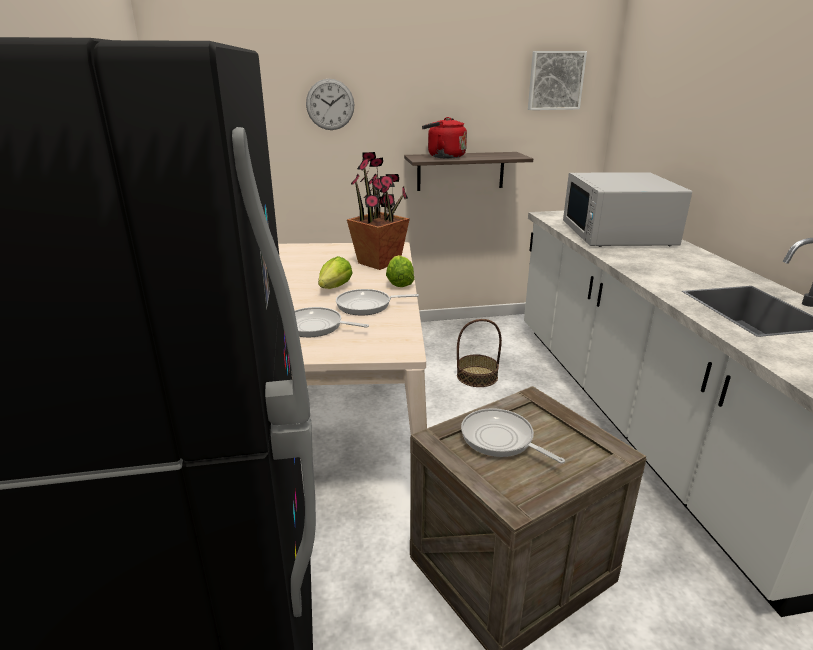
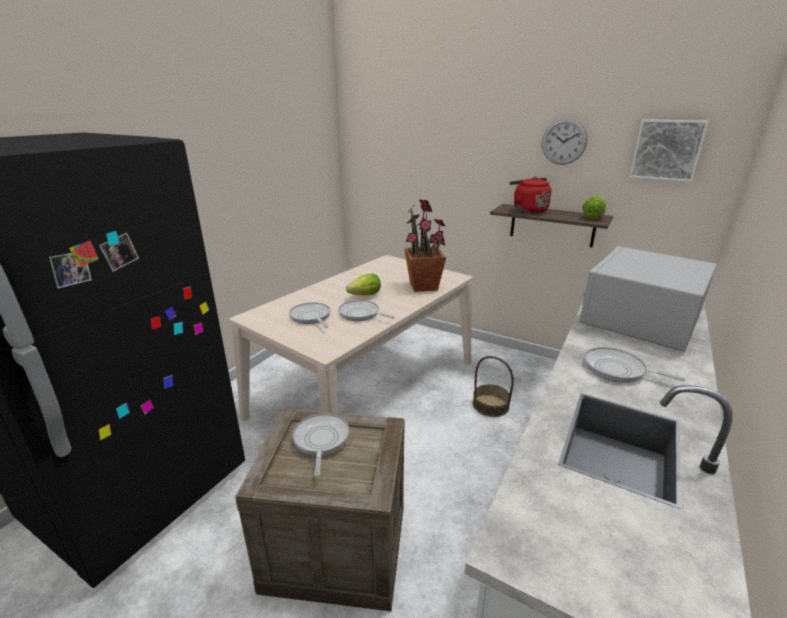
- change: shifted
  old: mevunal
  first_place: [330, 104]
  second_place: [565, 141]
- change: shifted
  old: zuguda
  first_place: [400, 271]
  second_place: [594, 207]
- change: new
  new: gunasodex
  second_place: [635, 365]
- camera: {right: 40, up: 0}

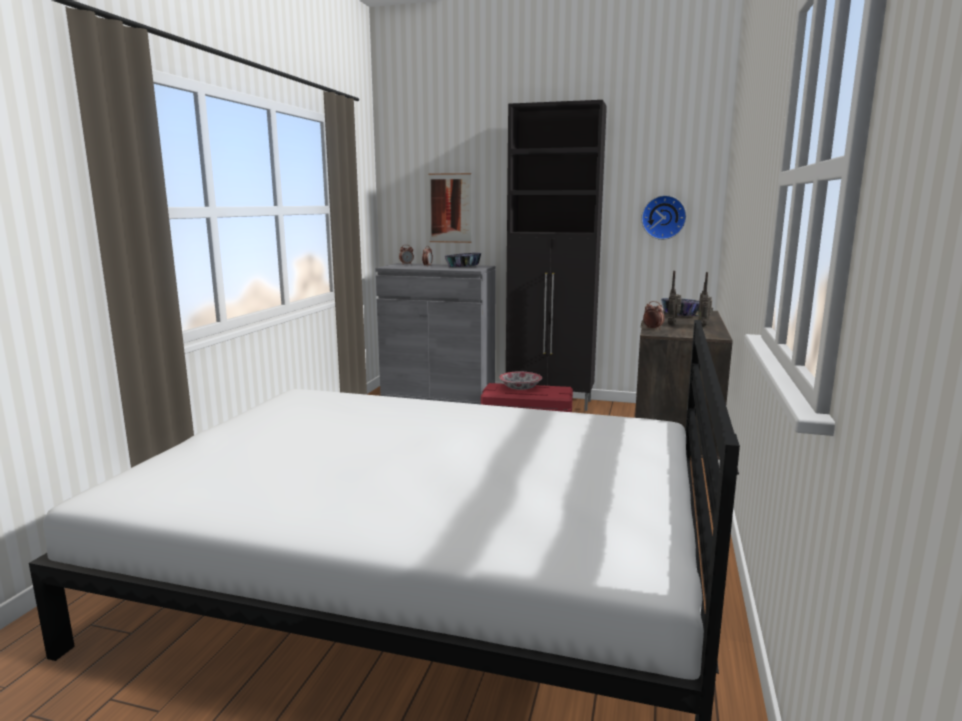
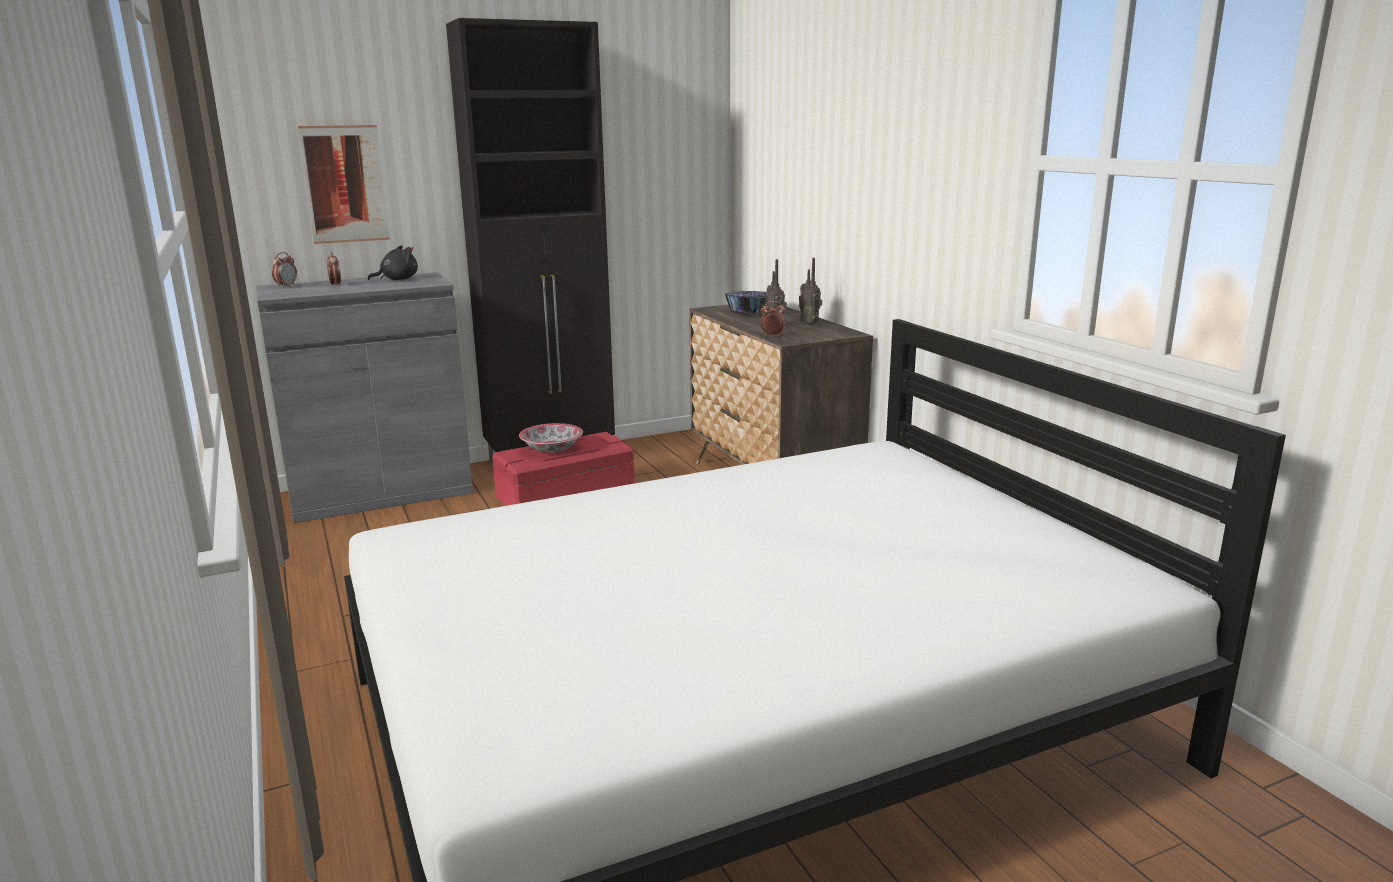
- change: swapped
  old: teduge
  new: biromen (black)
  first_place: [463, 260]
  second_place: [393, 262]
- change: gone
  old: mevunal
  first_place: [664, 217]
- camera: {right: -40, up: 5}

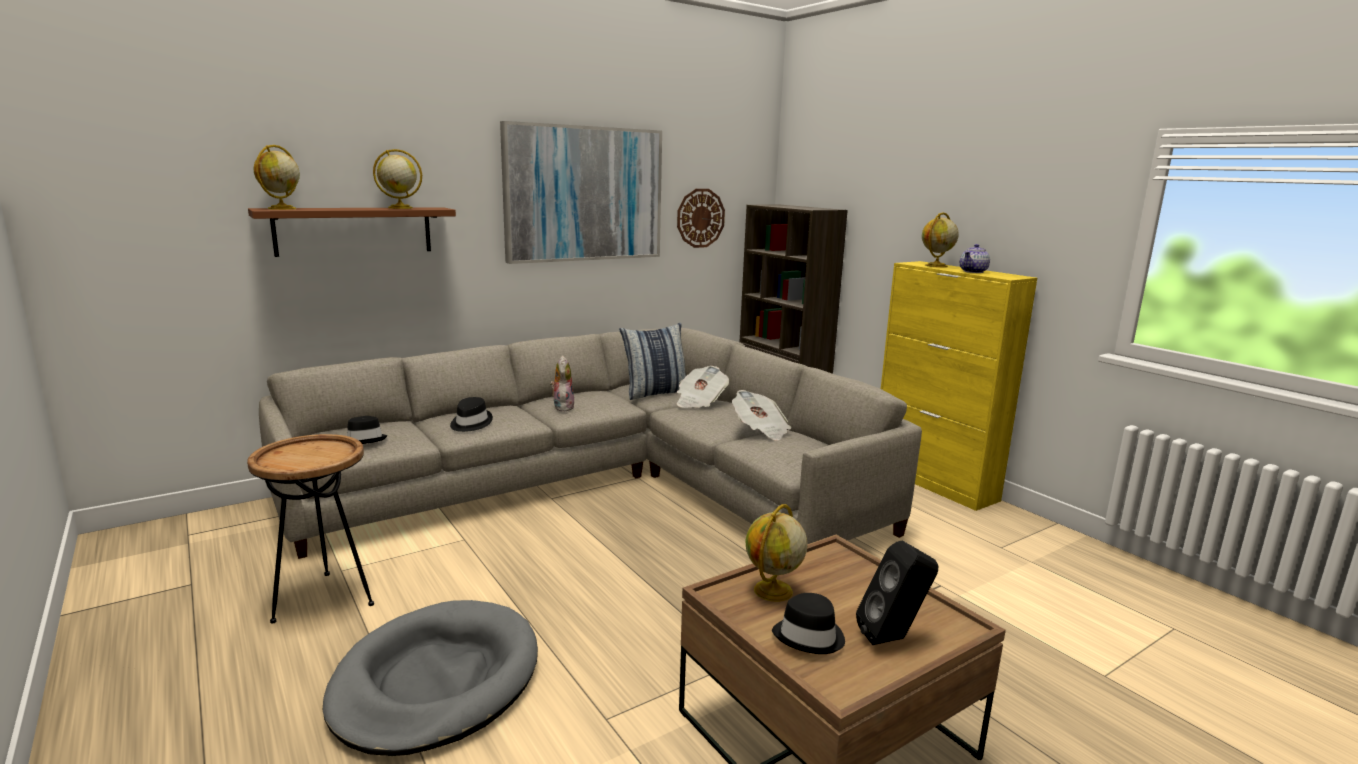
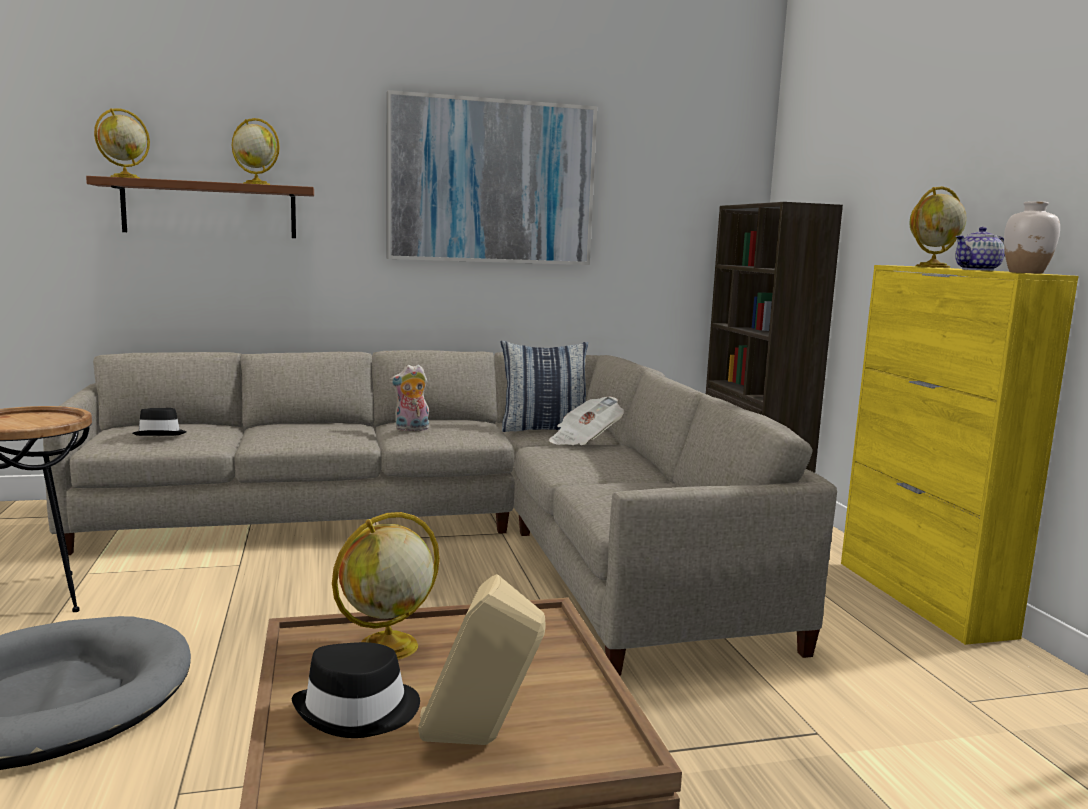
- change: gone
  old: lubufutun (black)
  first_place: [471, 414]
- change: rotated
  old: biromen
  first_place: [562, 383]
  second_place: [409, 398]
  degrees: -120
- change: gone
  old: mevunal
  first_place: [701, 218]
- change: gone
  old: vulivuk
  first_place: [761, 415]
- change: repainted
  old: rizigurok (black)
  new: rizigurok (beige)
  first_place: [897, 593]
  second_place: [482, 659]
- change: new
  new: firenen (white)
  second_place: [1032, 238]
- camera: {right: 20, up: -5}

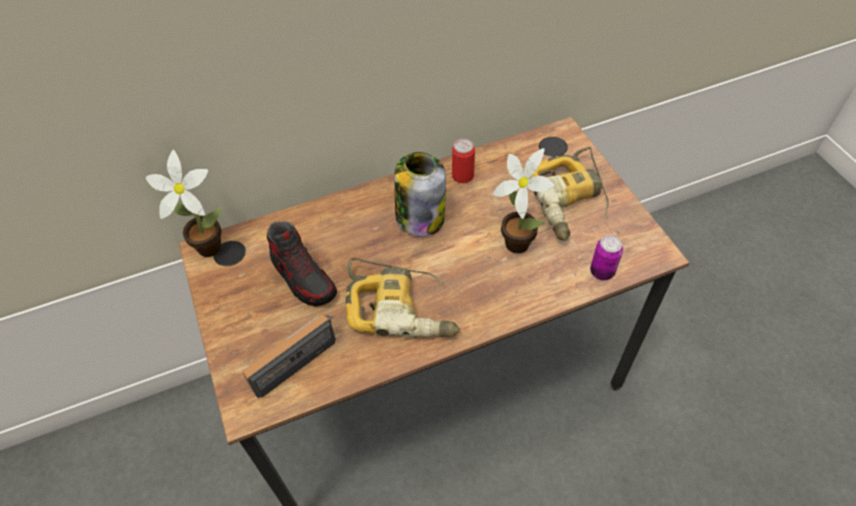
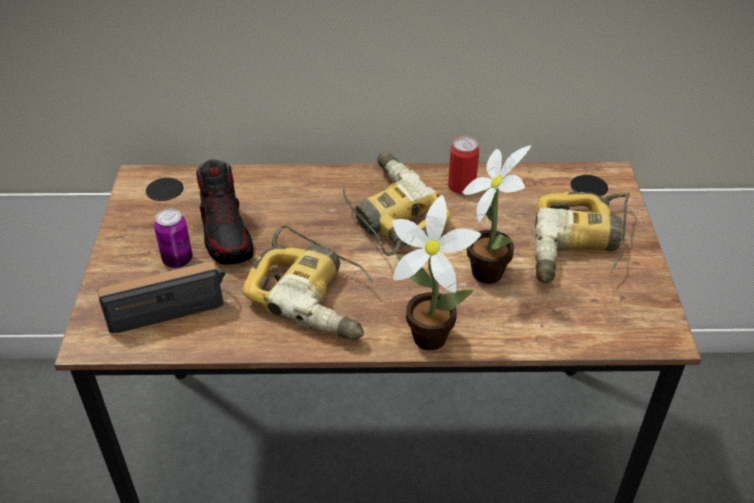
- change: shifted
  old: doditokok
  first_place: [184, 203]
  second_place: [436, 272]
- change: swapped
  old: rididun
  new: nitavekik
  first_place: [420, 194]
  second_place: [396, 204]
- change: shifted
  old: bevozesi
  first_place: [606, 257]
  second_place: [173, 238]
- camera: {right: 20, up: -10}

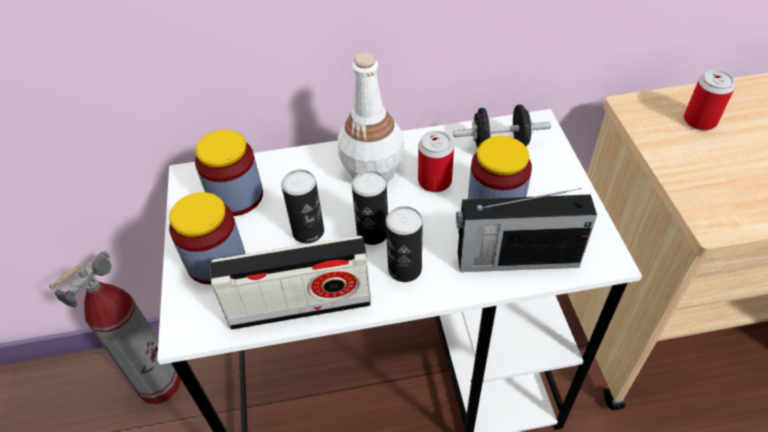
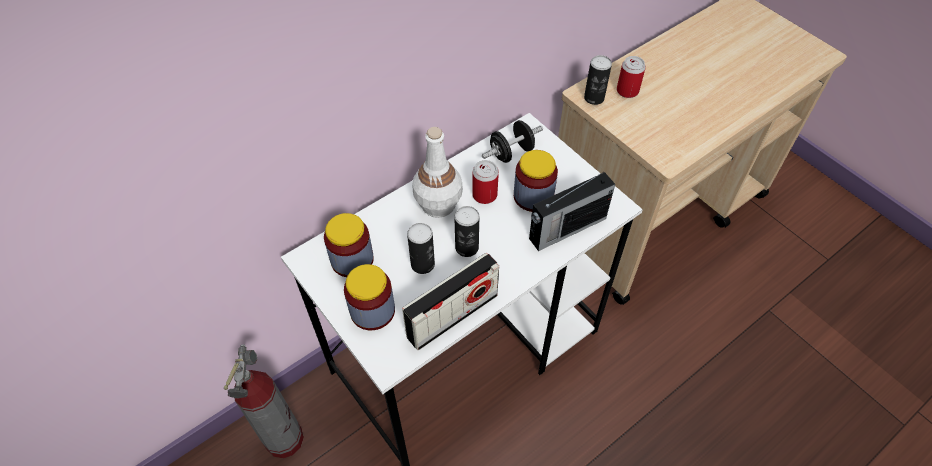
- change: shifted
  old: bevozesi
  first_place: [404, 244]
  second_place: [598, 80]
- camera: {right: -30, up: 5}

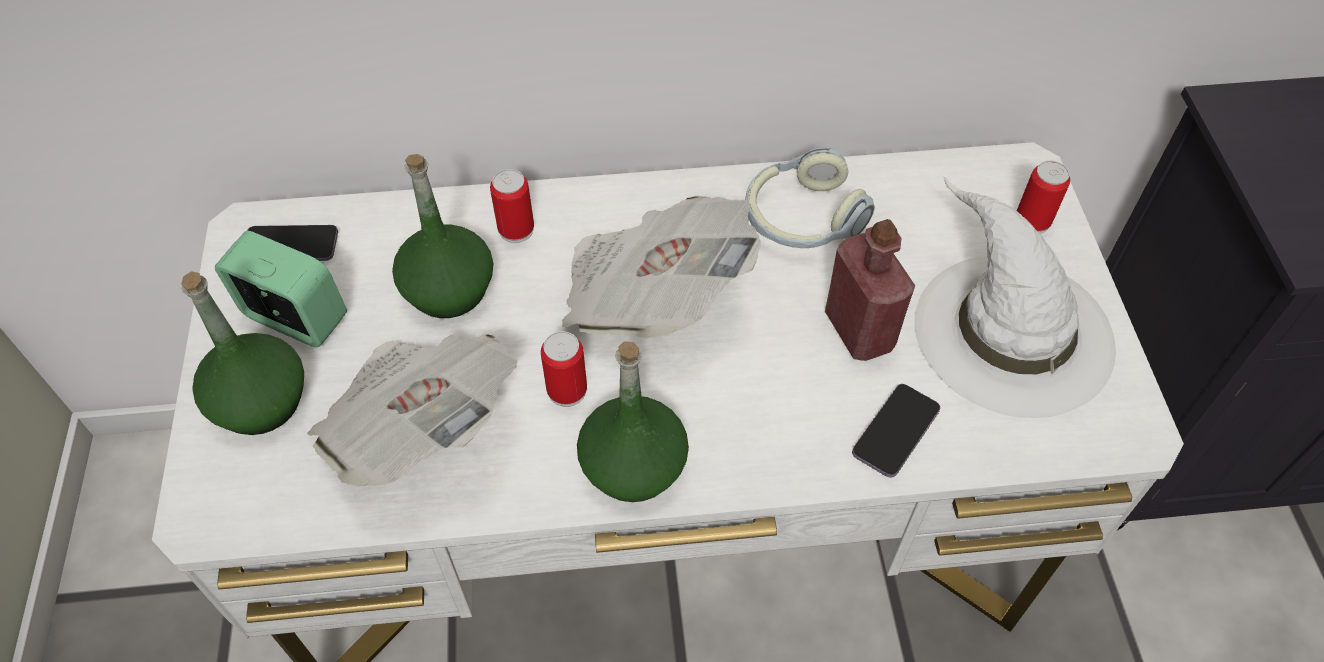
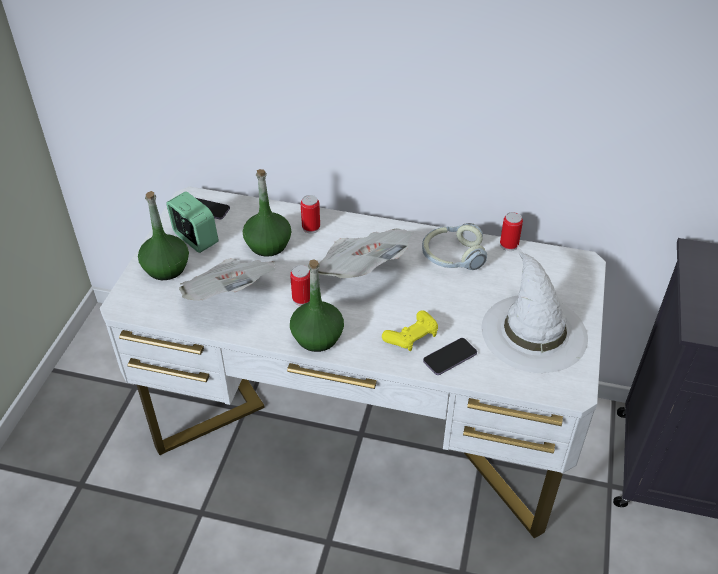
- change: gone
  old: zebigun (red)
  first_place: [870, 290]
- change: shifted
  old: bevozesi
  first_place: [1043, 197]
  second_place: [511, 231]
- change: new
  new: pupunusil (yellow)
  second_place: [410, 330]
- camera: {right: 20, up: -10}

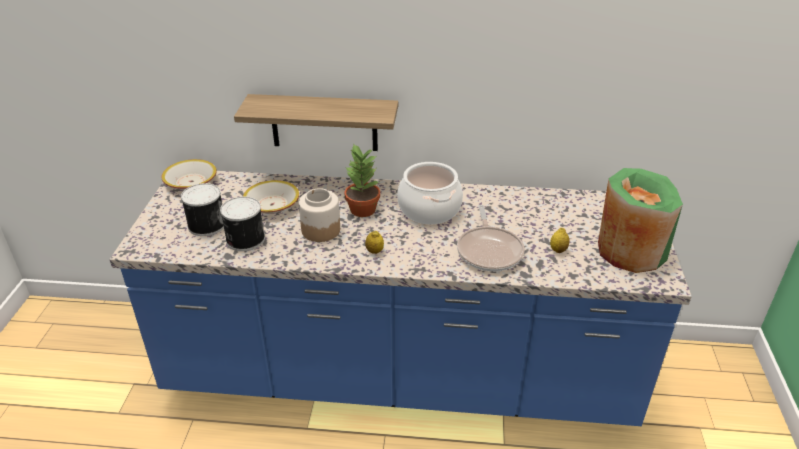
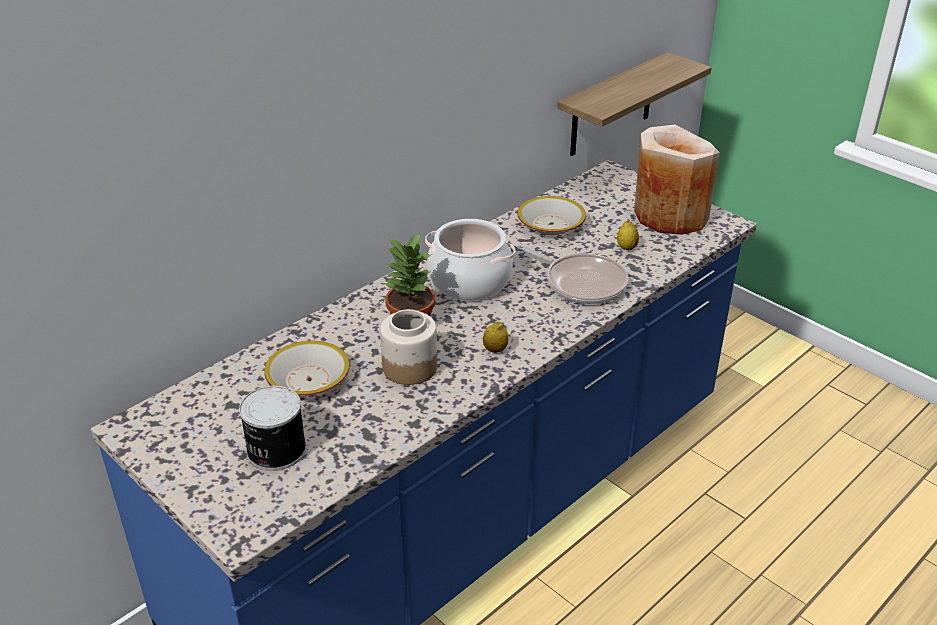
- change: shifted
  old: teduge
  first_place: [189, 174]
  second_place: [551, 215]
- change: gone
  old: bevozesi
  first_place: [242, 224]
- change: shifted
  old: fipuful
  first_place: [316, 122]
  second_place: [634, 104]
- change: repainted
  old: firenen (green)
  new: firenen (beige)
  first_place: [640, 220]
  second_place: [677, 179]
- camera: {right: -50, up: 0}

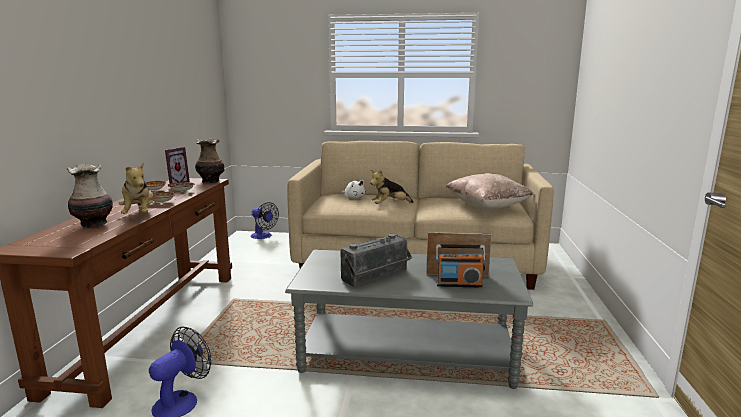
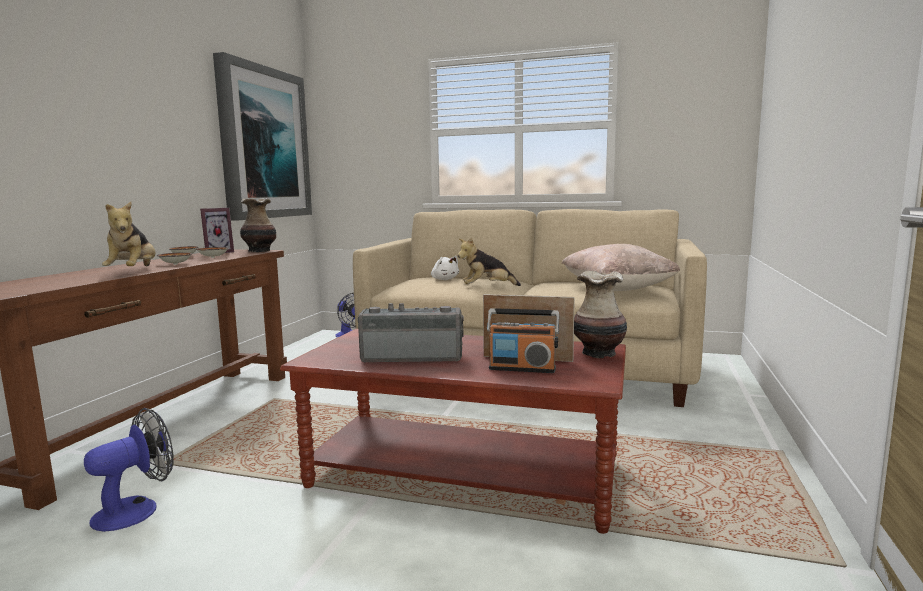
- change: shifted
  old: firenen
  first_place: [90, 196]
  second_place: [600, 315]
- change: repainted
  old: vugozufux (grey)
  new: vugozufux (brown)
  first_place: [409, 319]
  second_place: [453, 431]
- change: rotated
  old: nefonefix
  first_place: [376, 260]
  second_place: [411, 332]
  degrees: -150
- change: new
  new: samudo
  second_place: [262, 136]
- camera: {right: 10, up: -5}

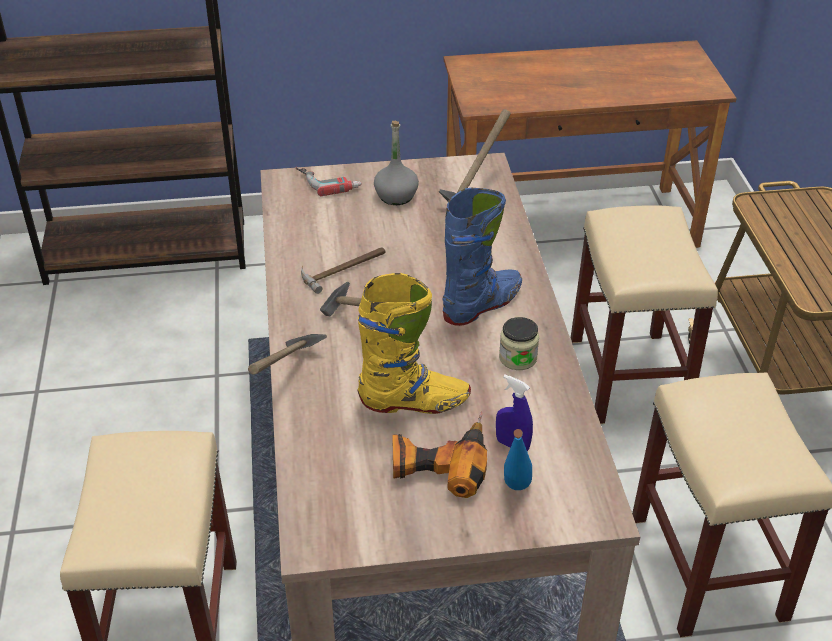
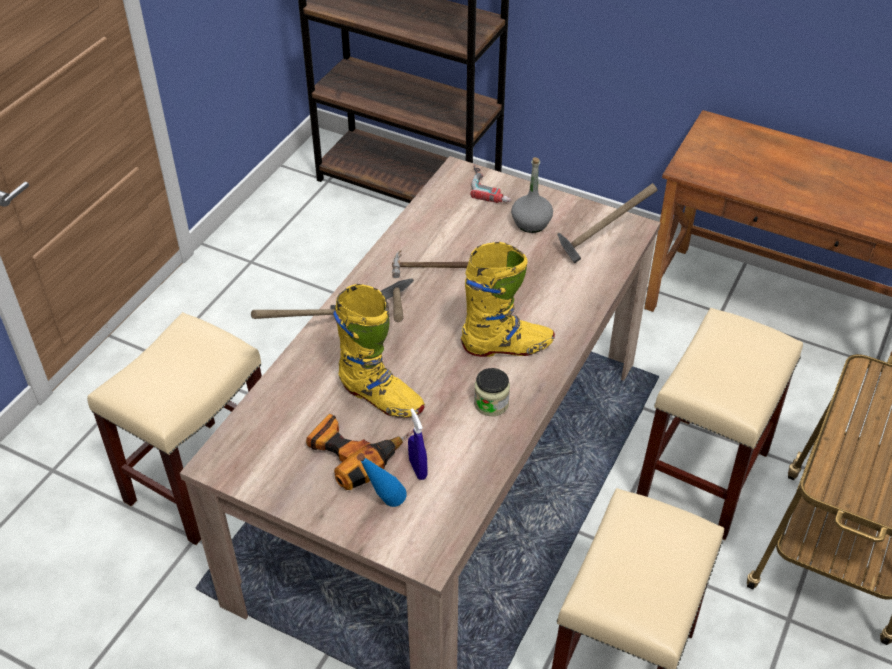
- change: repainted
  old: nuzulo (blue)
  new: nuzulo (yellow)
  first_place: [482, 257]
  second_place: [508, 299]
- camera: {right: 35, up: 5}

